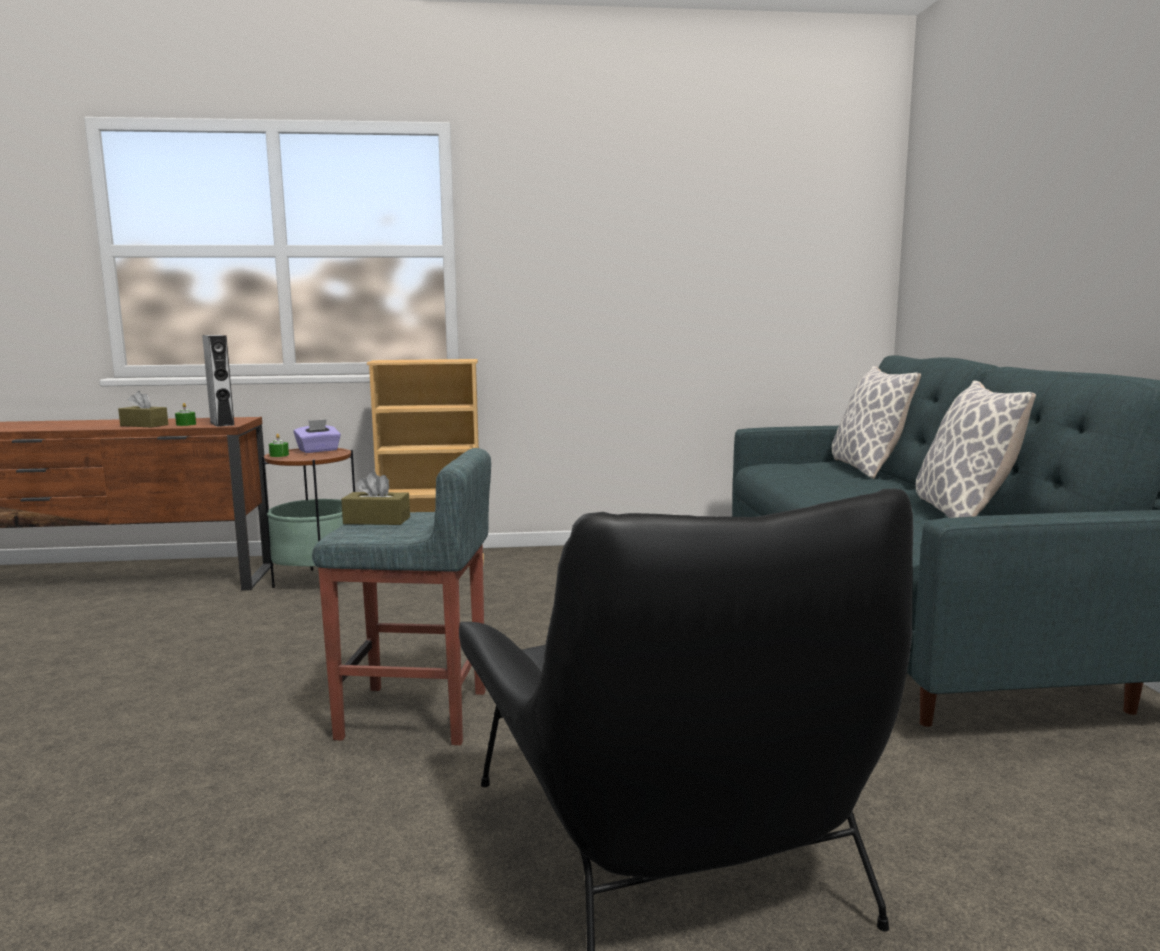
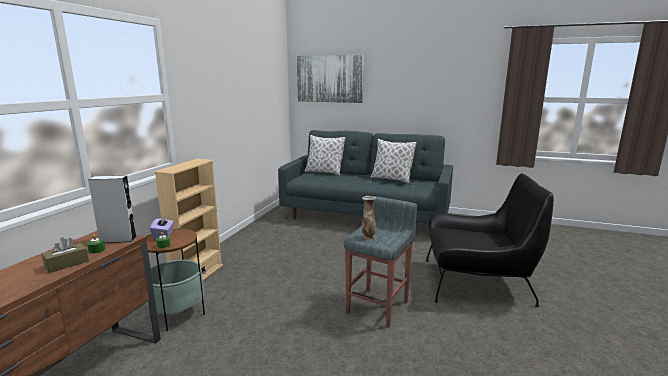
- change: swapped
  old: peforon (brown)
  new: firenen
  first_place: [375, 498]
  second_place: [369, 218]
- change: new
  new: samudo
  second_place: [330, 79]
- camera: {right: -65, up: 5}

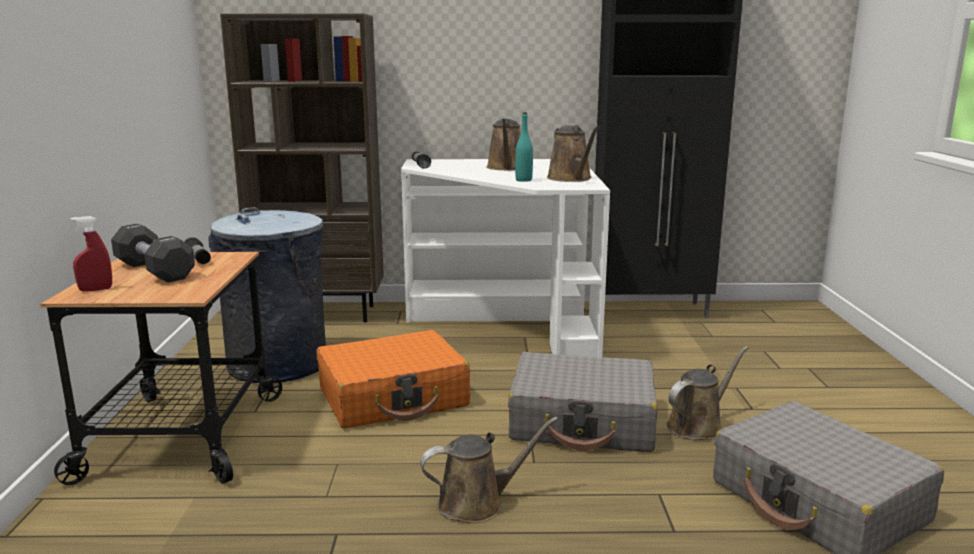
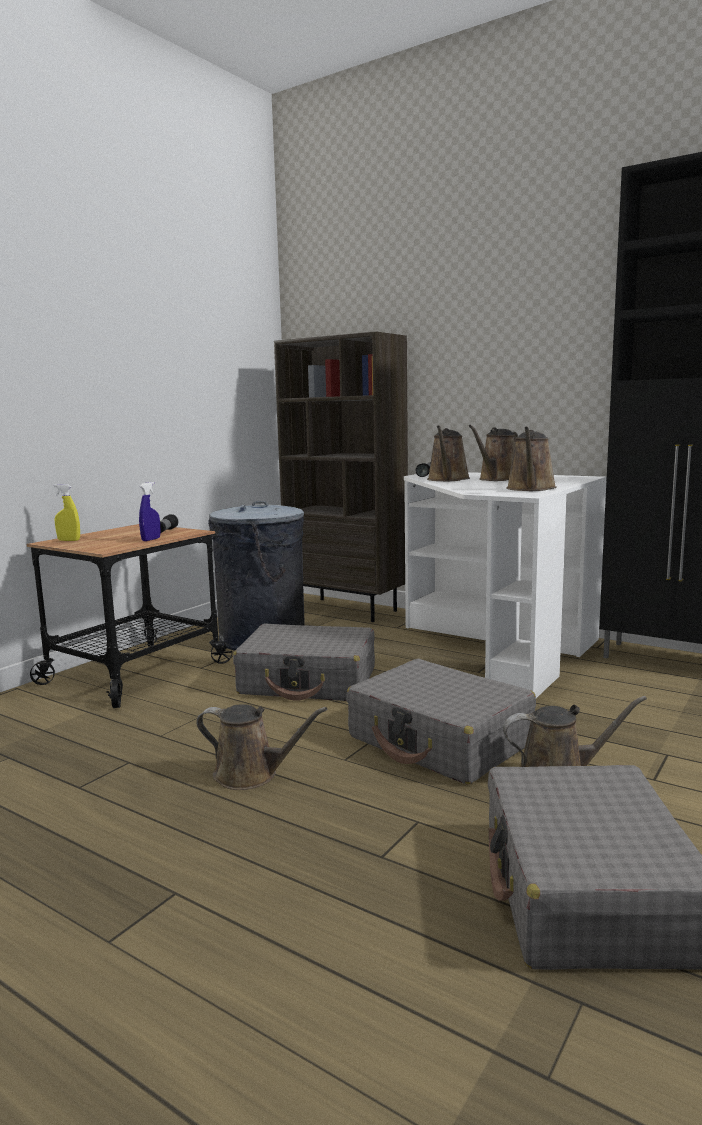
- change: repainted
  old: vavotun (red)
  new: vavotun (yellow)
  first_place: [91, 254]
  second_place: [67, 512]
- change: gone
  old: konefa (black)
  first_place: [153, 253]
- change: repainted
  old: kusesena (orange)
  new: kusesena (grey)
  first_place: [393, 379]
  second_place: [304, 662]
- change: gone
  old: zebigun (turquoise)
  first_place: [524, 147]
- change: new
  new: vavotun (blue)
  second_place: [150, 511]
- change: new
  new: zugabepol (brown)
  second_place: [448, 453]
- camera: {right: 35, up: -5}

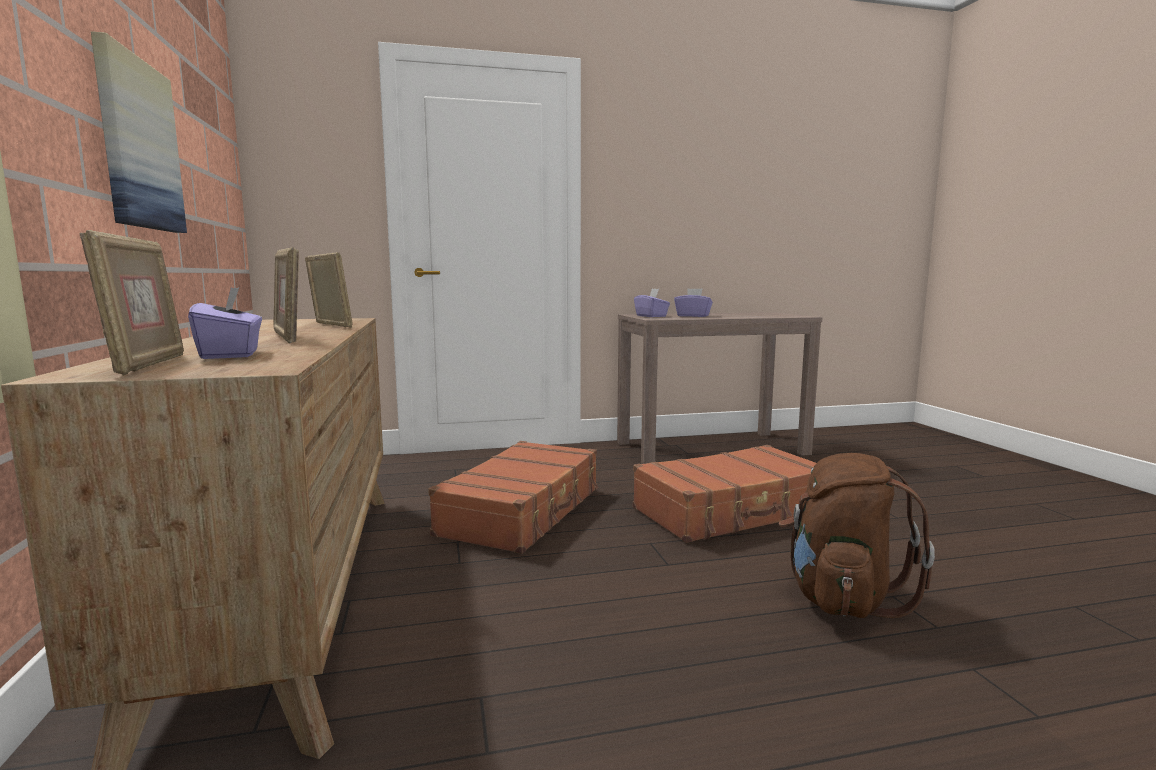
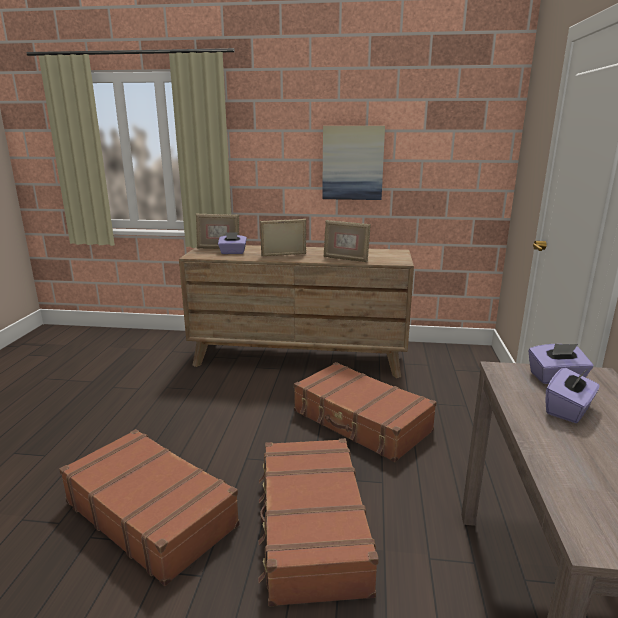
- change: rotated
  old: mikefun
  first_place: [329, 290]
  second_place: [347, 241]
  degrees: 45
- change: swapped
  old: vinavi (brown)
  new: kusesena (brown)
  first_place: [856, 535]
  second_place: [149, 507]
- camera: {right: 110, up: 10}

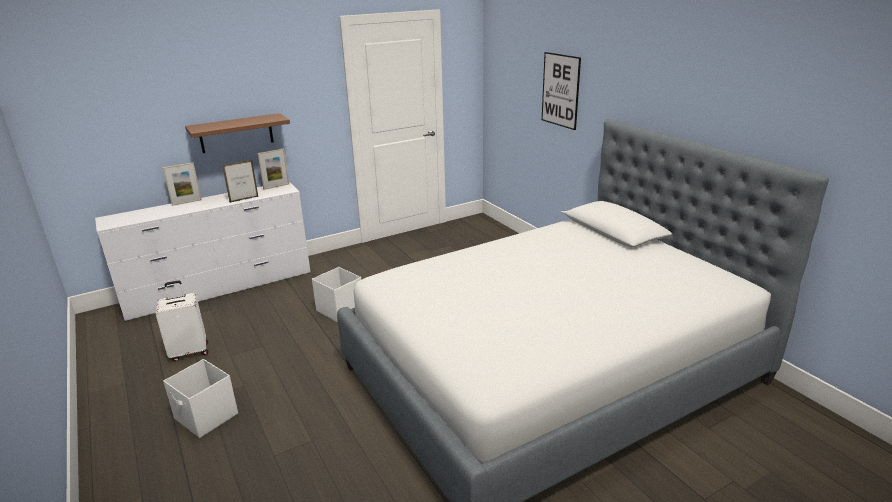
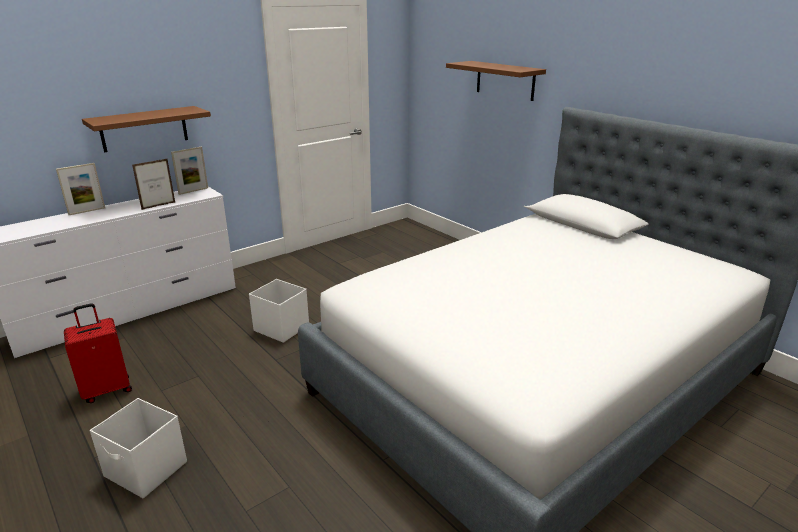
- change: repainted
  old: kusesena (white)
  new: kusesena (red)
  first_place: [182, 321]
  second_place: [98, 353]
- change: swapped
  old: samudo
  new: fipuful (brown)
  first_place: [561, 91]
  second_place: [496, 81]
- camera: {right: -10, up: 0}

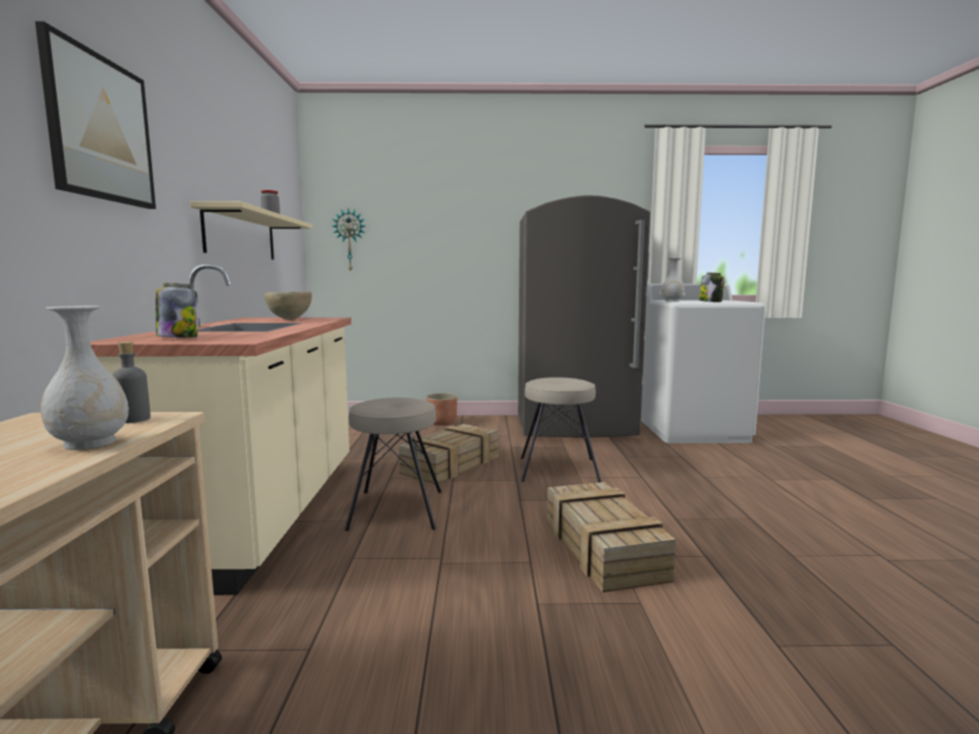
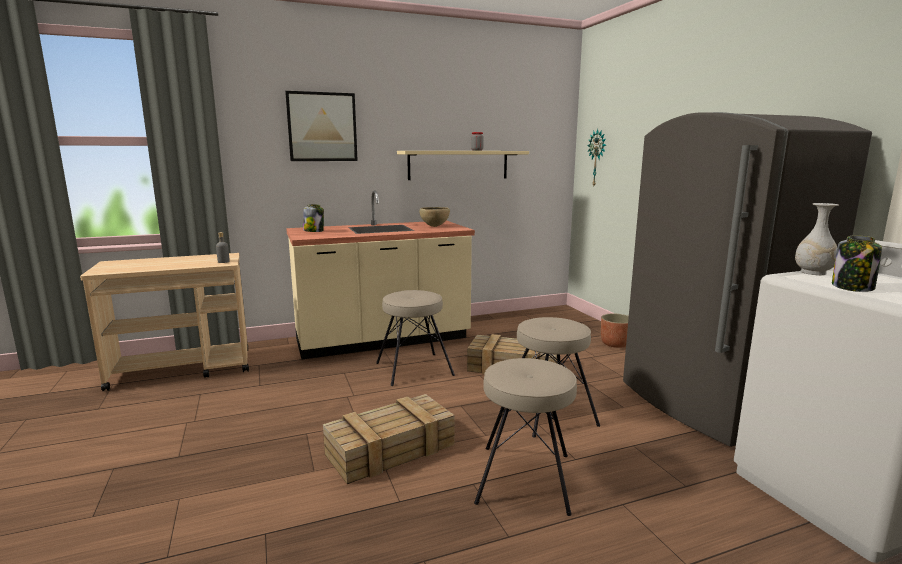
- change: gone
  old: firenen (white)
  first_place: [85, 378]
- change: new
  new: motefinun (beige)
  second_place: [525, 437]
- camera: {right: 70, up: 5}

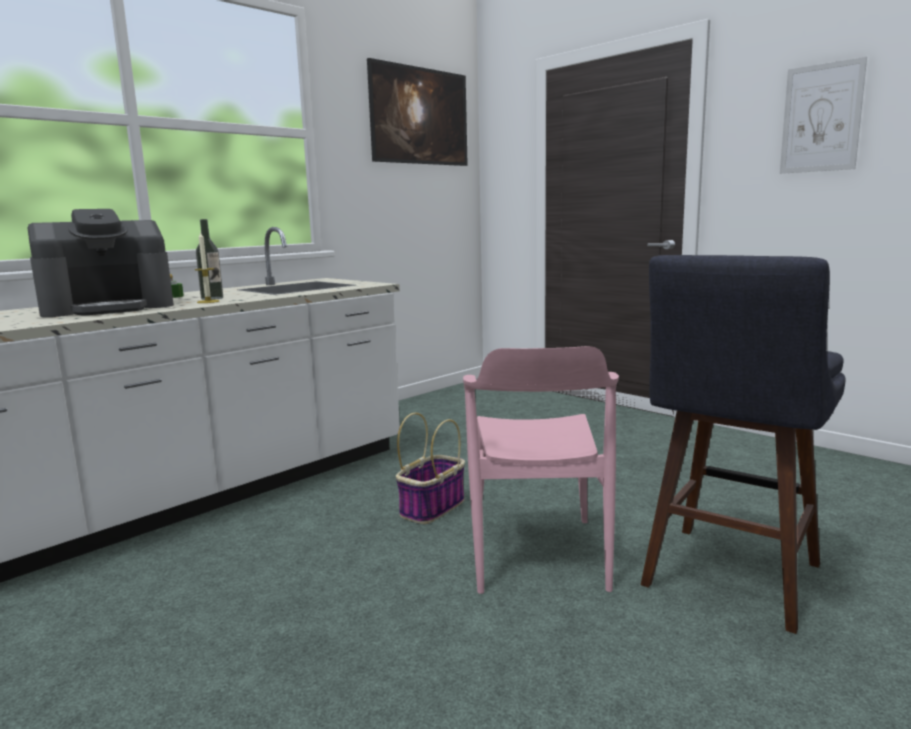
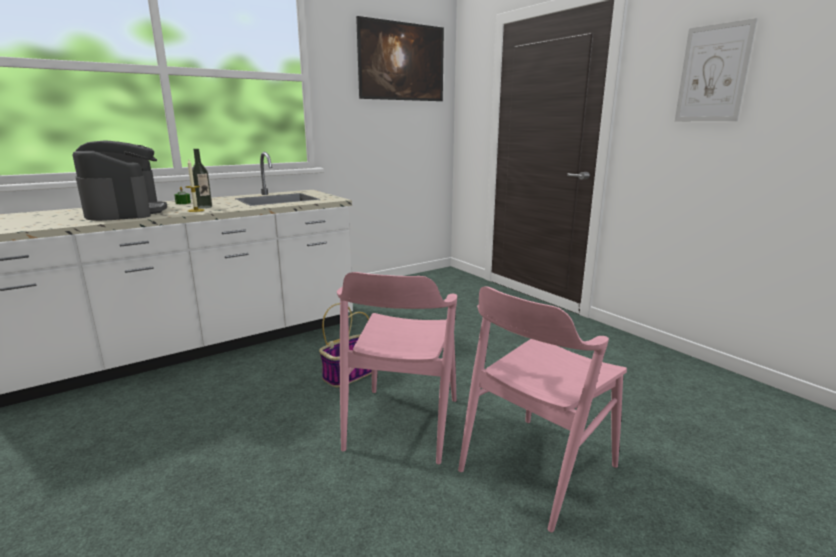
- change: rotated
  old: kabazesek
  first_place: [101, 263]
  second_place: [120, 180]
  degrees: -90
- change: swapped
  old: motefinun (blue)
  new: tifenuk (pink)
  first_place: [743, 444]
  second_place: [542, 409]
- camera: {right: 10, up: 5}

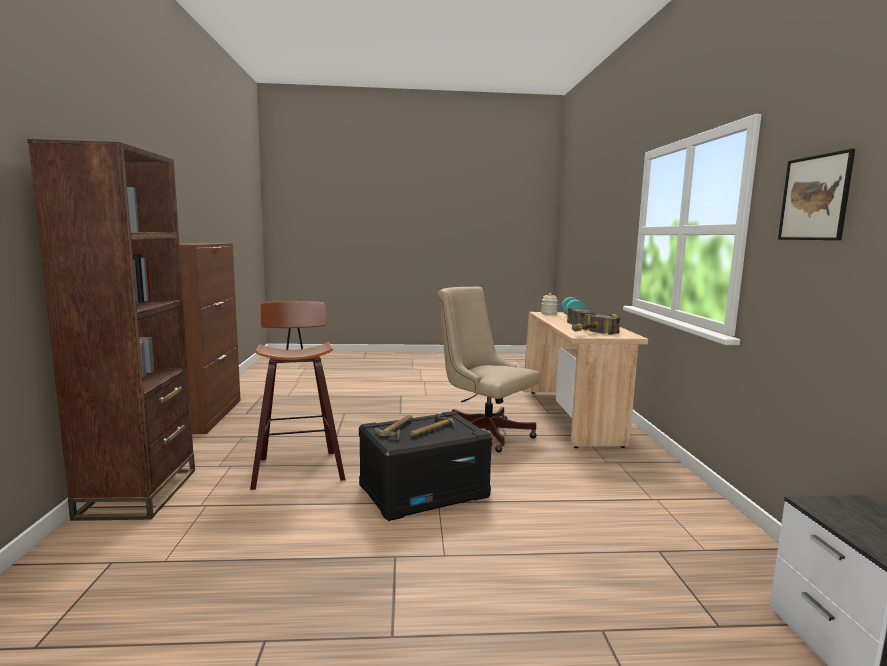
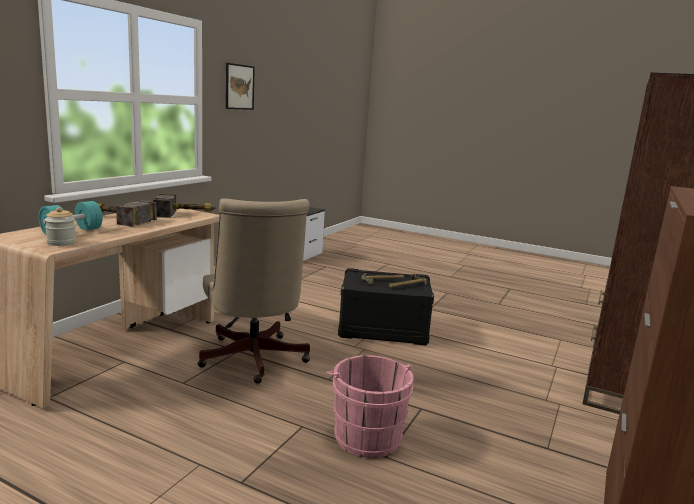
- change: gone
  old: motefinun
  first_place: [297, 395]
- change: new
  new: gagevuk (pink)
  second_place: [370, 406]
- camera: {right: -150, up: 5}

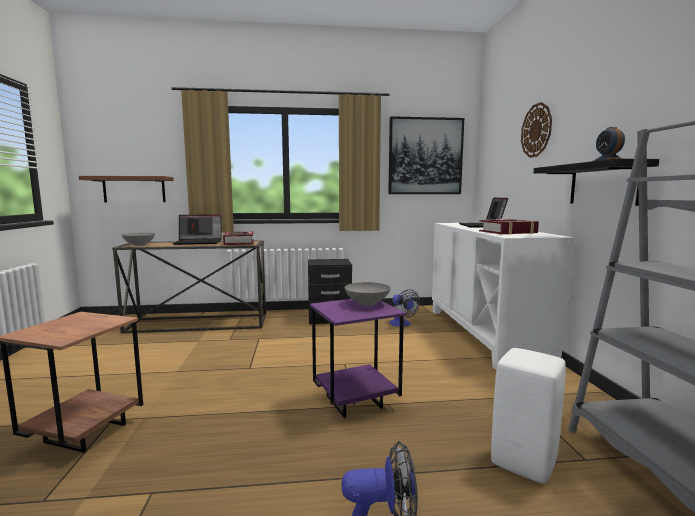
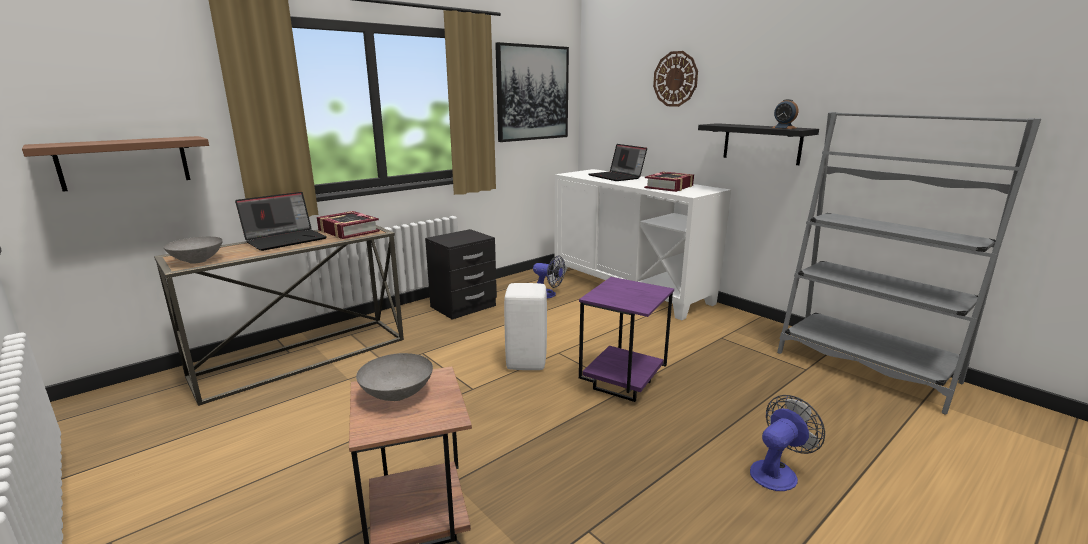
- change: shifted
  old: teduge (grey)
  first_place: [368, 294]
  second_place: [394, 377]
- change: shifted
  old: motefinun (white)
  first_place: [528, 416]
  second_place: [525, 326]
- camera: {right: -35, up: 10}

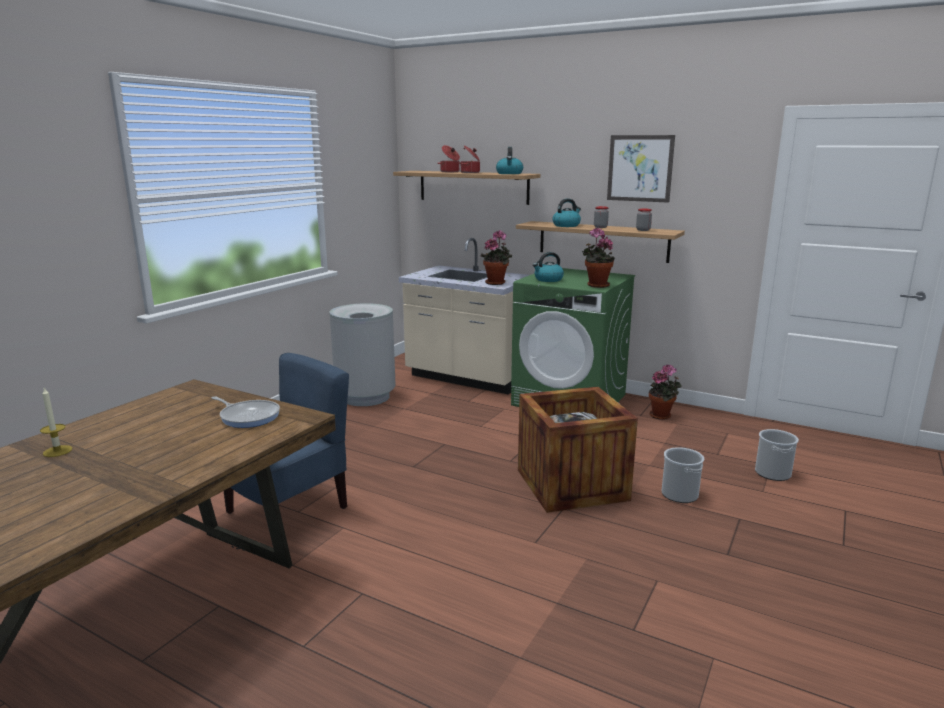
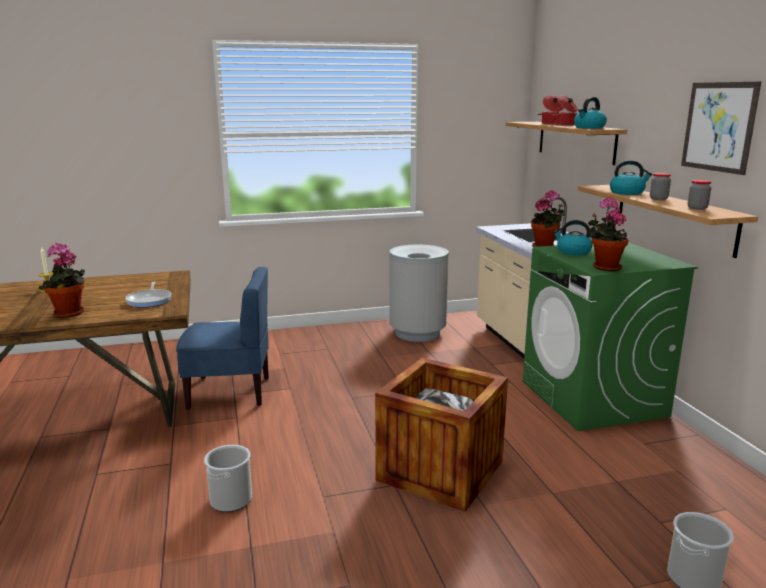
- change: shifted
  old: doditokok
  first_place: [665, 392]
  second_place: [62, 280]
- change: shifted
  old: gagevuk
  first_place: [683, 475]
  second_place: [228, 478]
- camera: {right: 45, up: 0}

